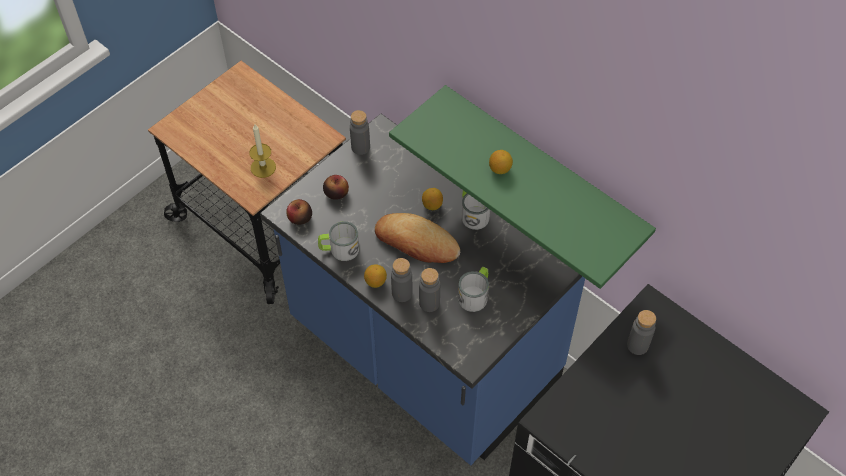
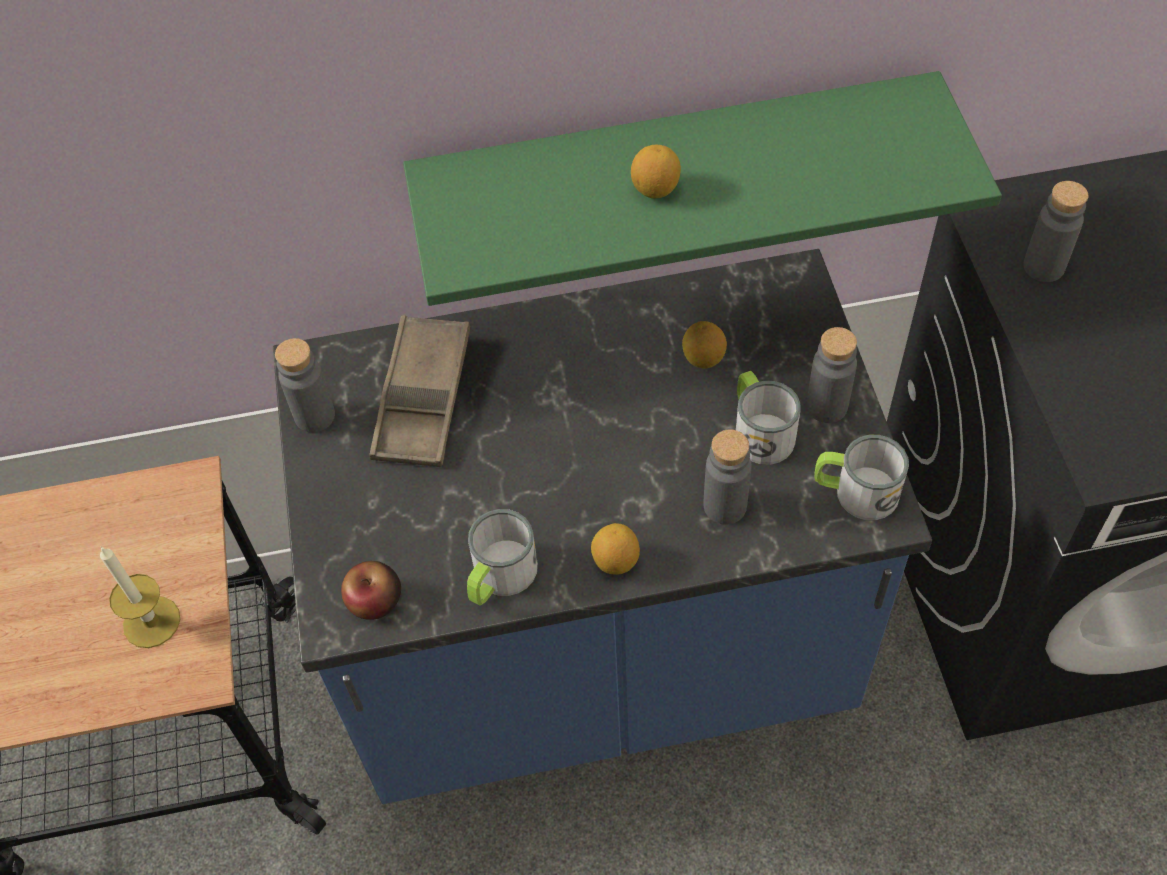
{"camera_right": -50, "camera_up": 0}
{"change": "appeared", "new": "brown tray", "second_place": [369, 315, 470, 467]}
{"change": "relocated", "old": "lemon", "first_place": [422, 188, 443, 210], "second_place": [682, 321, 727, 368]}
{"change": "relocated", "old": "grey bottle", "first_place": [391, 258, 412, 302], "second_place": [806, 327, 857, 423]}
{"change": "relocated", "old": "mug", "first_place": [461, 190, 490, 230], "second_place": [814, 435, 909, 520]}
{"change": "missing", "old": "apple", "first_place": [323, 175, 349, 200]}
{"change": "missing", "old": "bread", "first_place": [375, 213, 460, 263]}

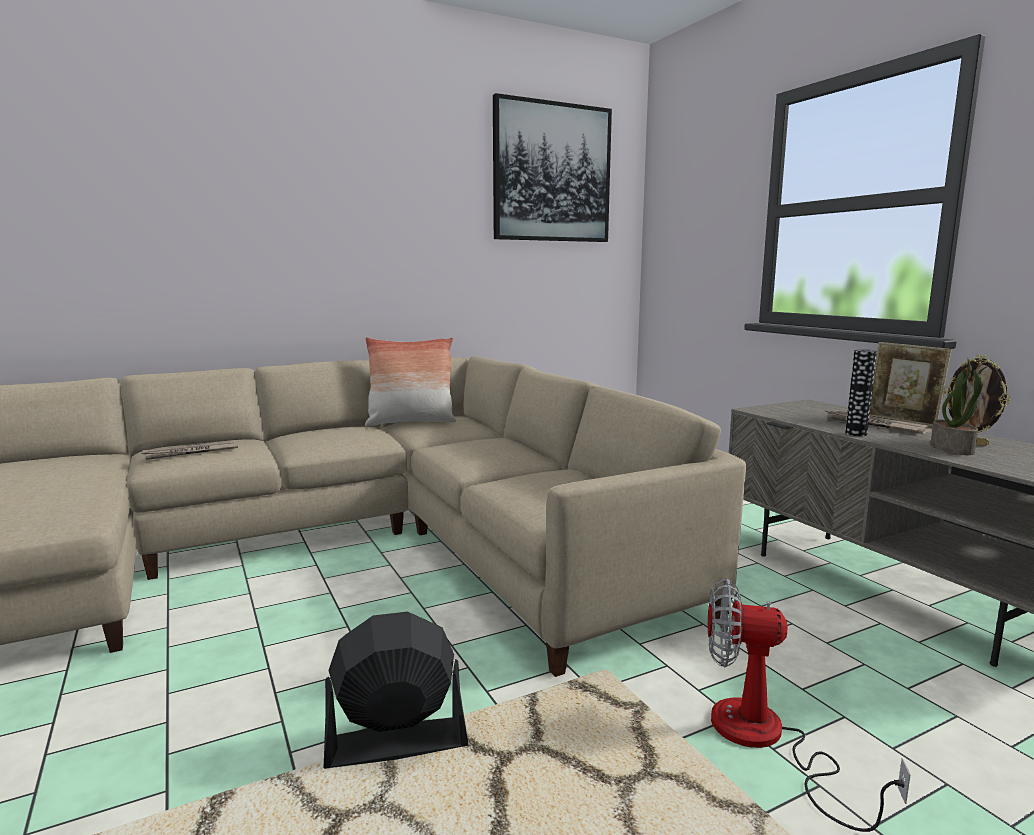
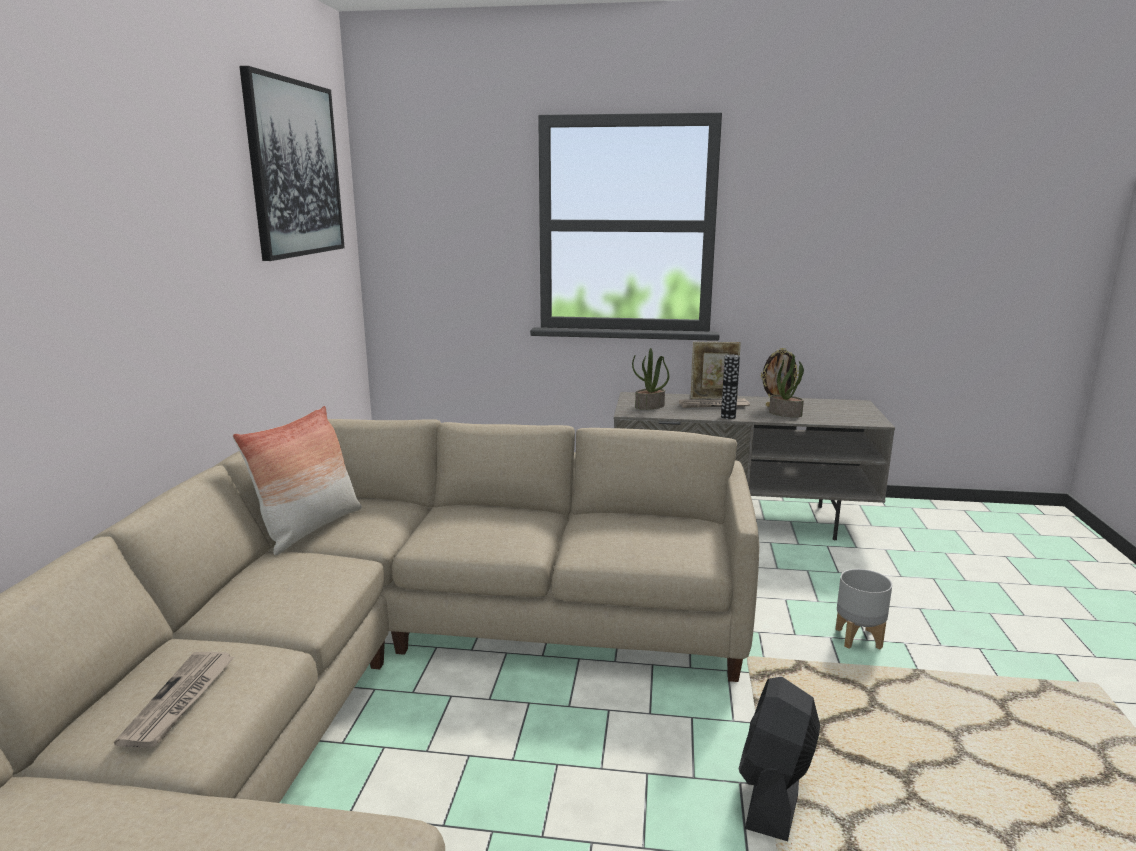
{"camera_right": -55, "camera_up": 5}
{"change": "appeared", "new": "potted plant", "second_place": [632, 348, 669, 410]}
{"change": "exchanged", "old": "fan", "new": "grey planter", "first_place": [708, 578, 910, 832], "second_place": [835, 569, 892, 649]}

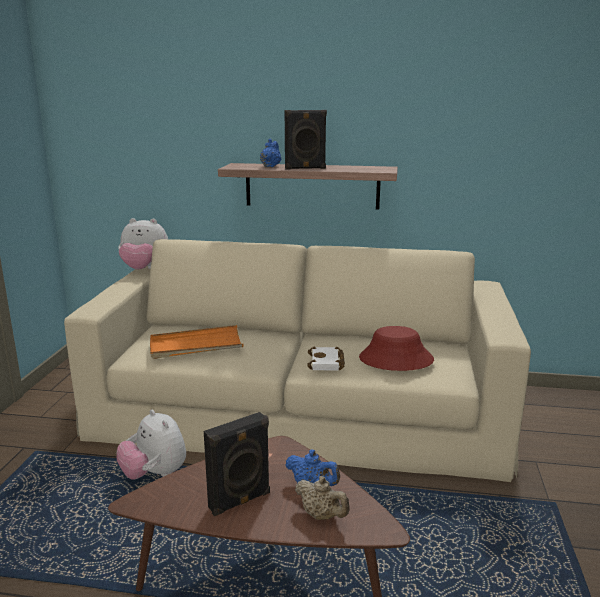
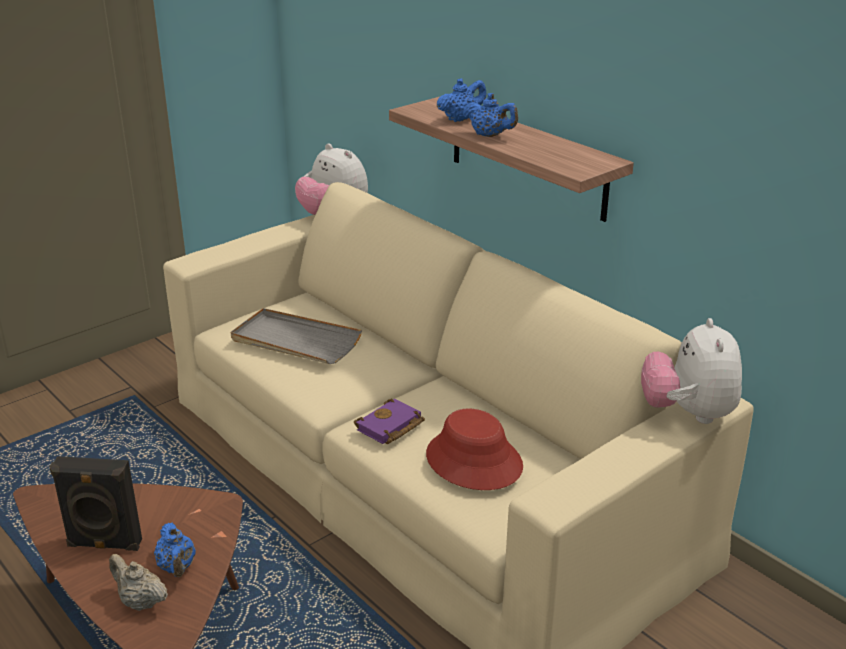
{"camera_right": 40, "camera_up": 10}
{"change": "spun", "old": "beige teapot", "first_place": [295, 476, 350, 520], "second_place": [109, 554, 168, 611], "degrees": 135}
{"change": "colour", "old": "orange tray", "new": "grey tray", "first_place": [150, 325, 243, 359], "second_place": [231, 308, 362, 364]}
{"change": "colour", "old": "white book", "new": "purple book", "first_place": [307, 347, 345, 371], "second_place": [354, 399, 425, 444]}
{"change": "exchanged", "old": "black speaker", "new": "blue teapot", "first_place": [285, 110, 327, 169], "second_place": [463, 93, 518, 137]}
{"change": "relocated", "old": "plush toy", "first_place": [117, 409, 186, 480], "second_place": [641, 318, 742, 424]}

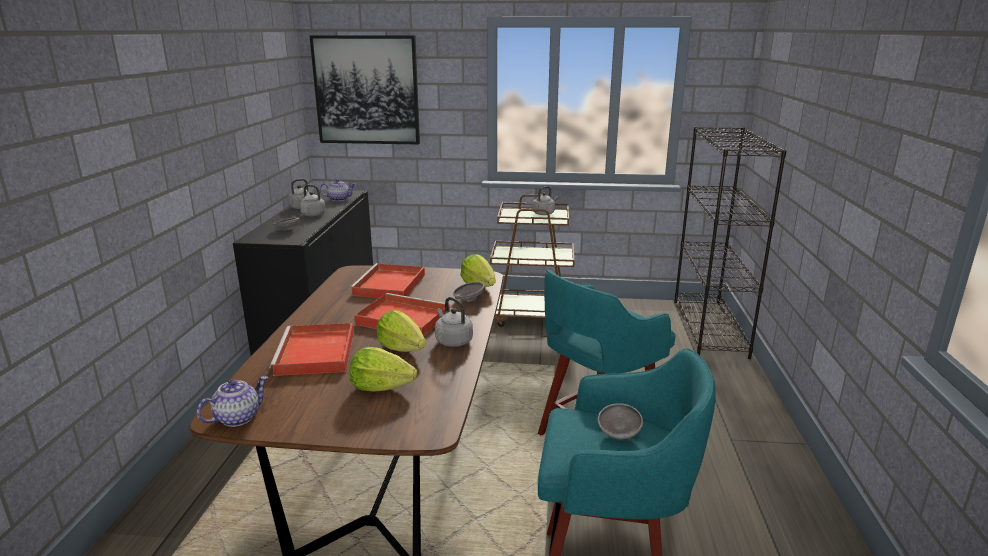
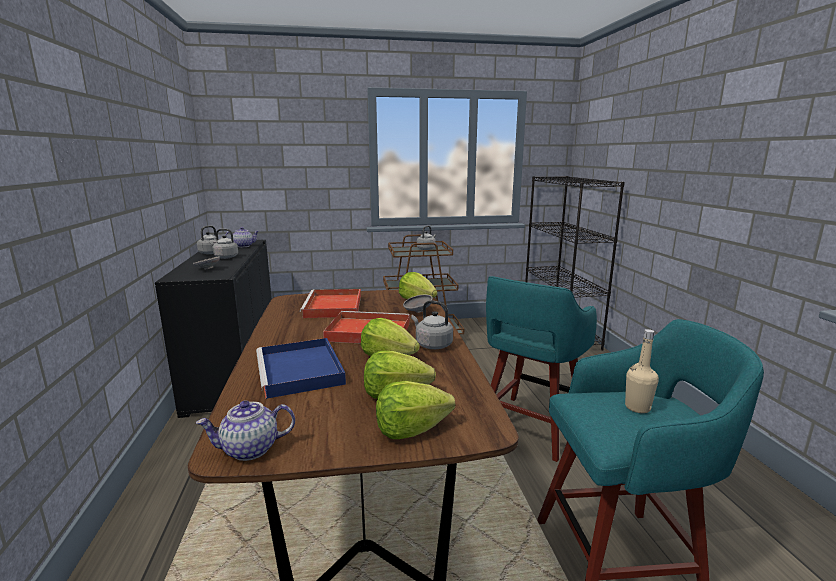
{"camera_right": -15, "camera_up": -5}
{"change": "spun", "old": "teapot", "first_place": [197, 376, 268, 427], "second_place": [196, 400, 295, 461], "degrees": -135}
{"change": "colour", "old": "red tray", "new": "blue tray", "first_place": [269, 323, 354, 376], "second_place": [256, 338, 346, 399]}
{"change": "appeared", "new": "lettuce", "second_place": [376, 381, 455, 439]}
{"change": "exchanged", "old": "grey bowl", "new": "beige bottle", "first_place": [598, 403, 643, 439], "second_place": [625, 329, 659, 413]}
{"change": "missing", "old": "picture", "first_place": [310, 35, 420, 144]}

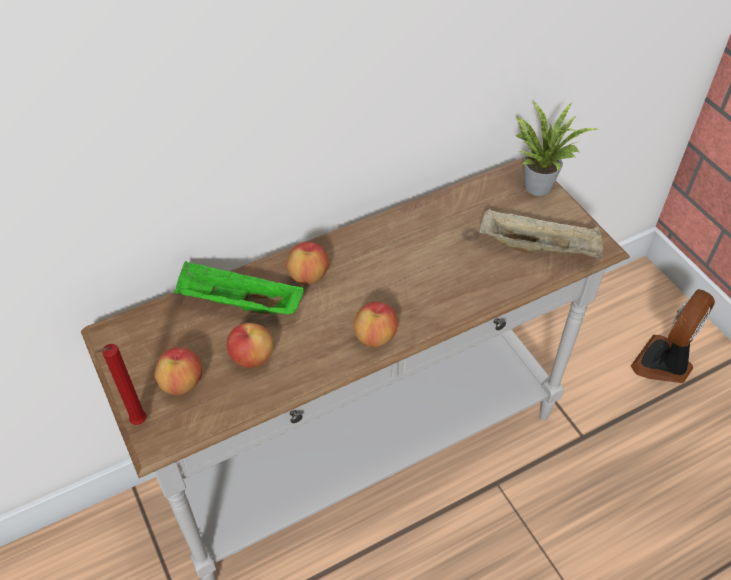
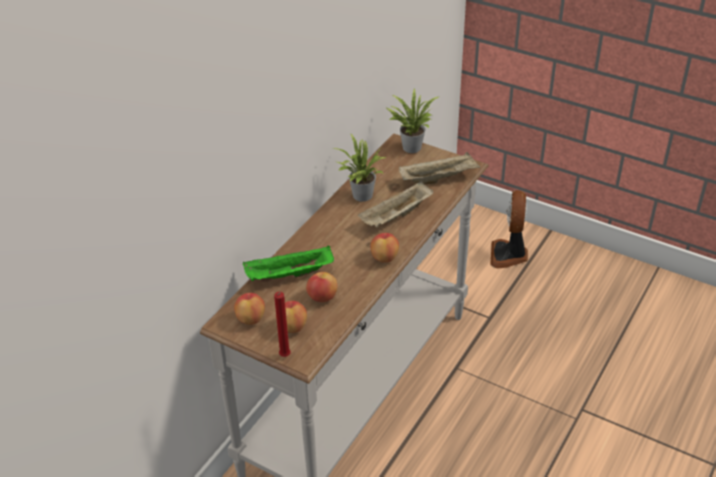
{"camera_right": -30, "camera_up": -10}
{"change": "relocated", "old": "apple", "first_place": [287, 242, 329, 285], "second_place": [234, 293, 265, 325]}
{"change": "appeared", "new": "potted plant", "second_place": [333, 133, 386, 202]}
{"change": "appeared", "new": "beige tray", "second_place": [358, 181, 433, 228]}

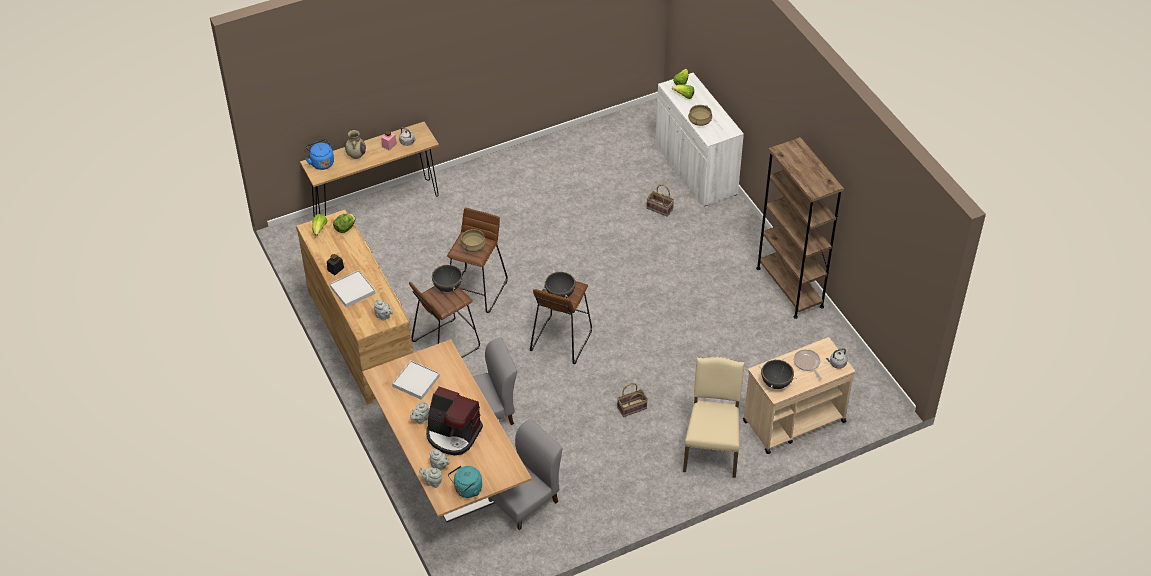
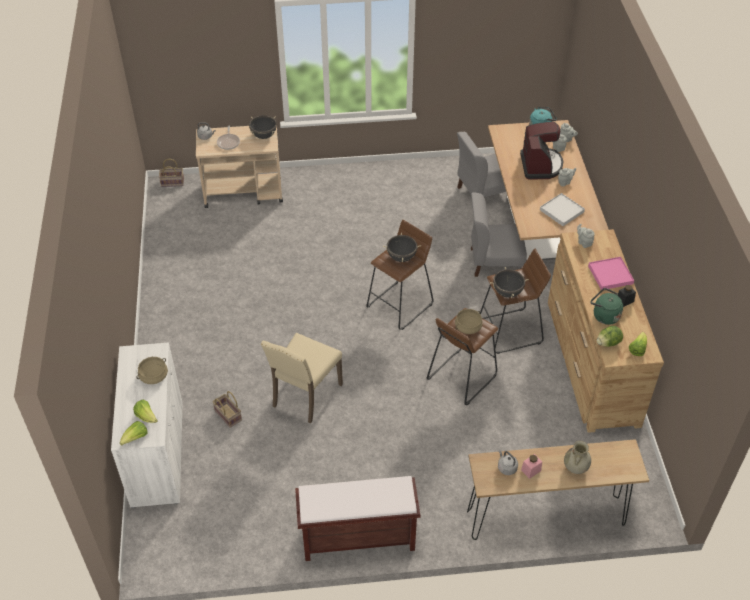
{"camera_right": -160, "camera_up": 0}
{"change": "relocated", "old": "basket", "first_place": [617, 383, 648, 417], "second_place": [159, 159, 184, 187]}
{"change": "relocated", "old": "beige chair", "first_place": [683, 357, 744, 478], "second_place": [261, 333, 343, 423]}
{"change": "appeared", "new": "brown bench", "second_place": [295, 476, 421, 561]}
{"change": "spun", "old": "coffee machine", "first_place": [426, 387, 483, 455], "second_place": [520, 121, 564, 180], "degrees": 45}
{"change": "colour", "old": "white tray", "new": "pink tray", "first_place": [330, 270, 375, 307], "second_place": [588, 257, 635, 290]}
{"change": "appeared", "new": "green kettle", "second_place": [591, 288, 623, 325]}
{"change": "missing", "old": "blue kettle", "first_place": [305, 139, 334, 170]}
{"change": "missing", "old": "brown bookcase", "first_place": [756, 137, 844, 319]}

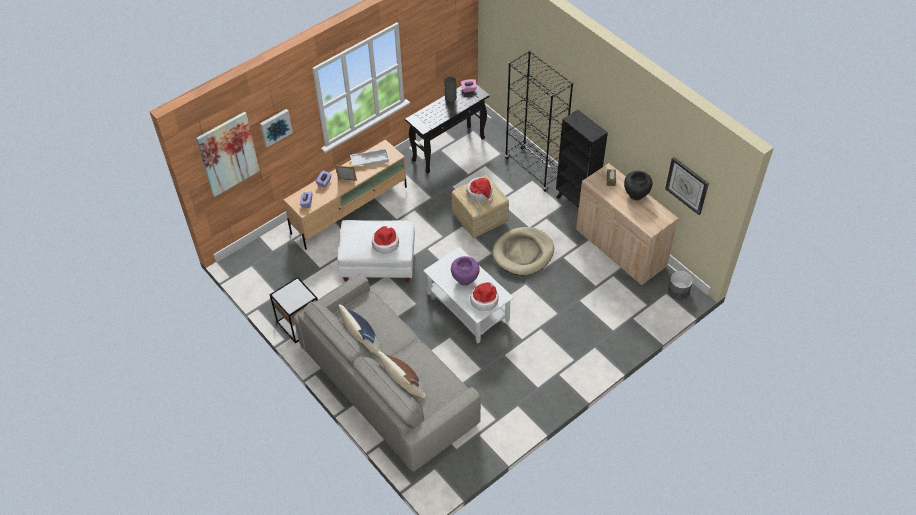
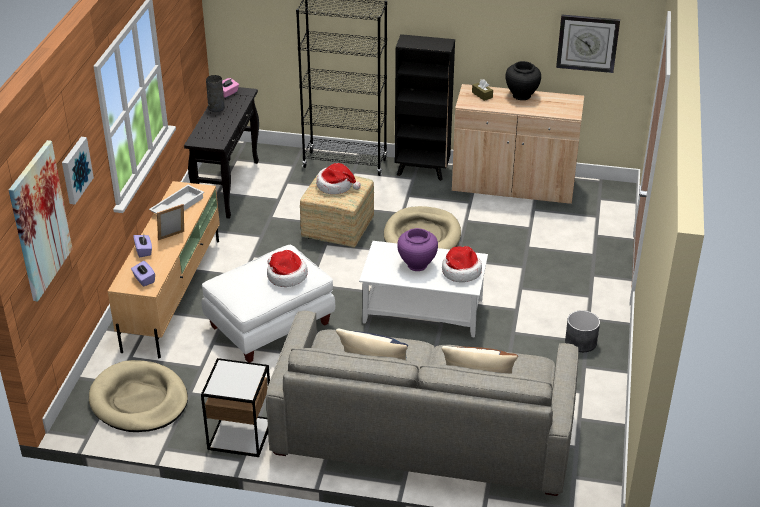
{"camera_right": -40, "camera_up": -15}
{"change": "appeared", "new": "beige dog bed", "second_place": [89, 360, 188, 432]}
{"change": "relocated", "old": "grey planter", "first_place": [668, 271, 693, 299], "second_place": [565, 310, 600, 352]}

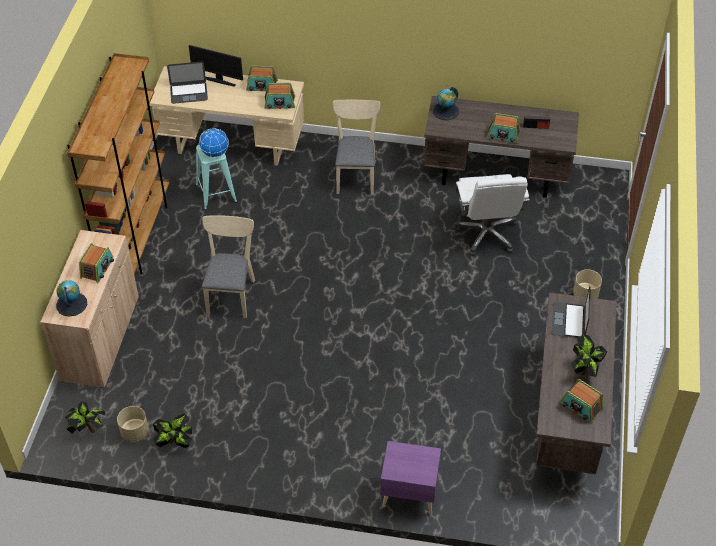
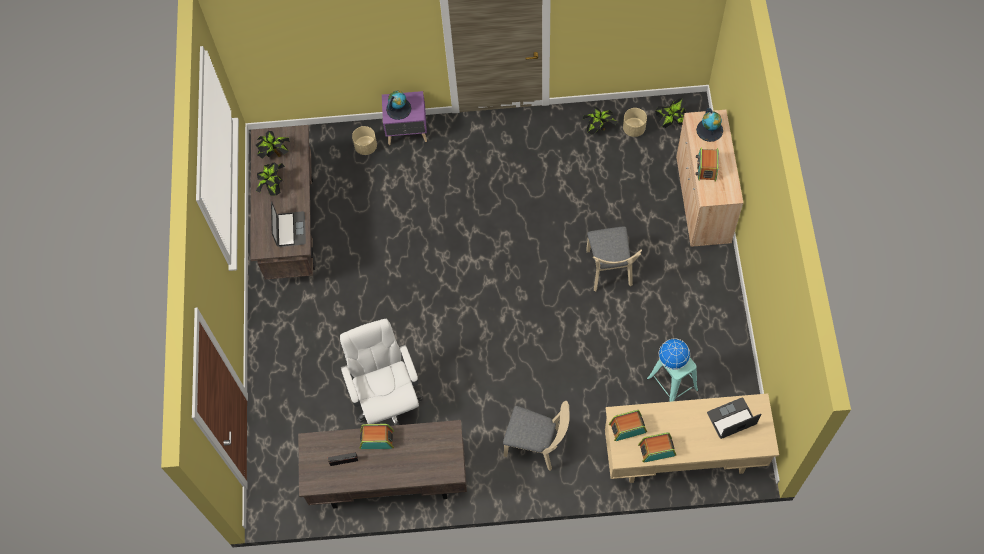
{"camera_right": 170, "camera_up": 15}
{"change": "exchanged", "old": "radio", "new": "potted plant", "first_place": [560, 379, 604, 423], "second_place": [256, 131, 290, 159]}
{"change": "relocated", "old": "beige planter", "first_place": [573, 269, 602, 299], "second_place": [352, 126, 377, 155]}
{"change": "relocated", "old": "globe", "first_place": [433, 87, 459, 120], "second_place": [386, 91, 411, 120]}
{"change": "spun", "old": "beige chair", "first_place": [333, 100, 380, 195], "second_place": [503, 401, 570, 471], "degrees": -60}
{"change": "missing", "old": "brown bookcase", "first_place": [67, 53, 170, 274]}
{"change": "missing", "old": "monitor", "first_place": [189, 45, 243, 87]}

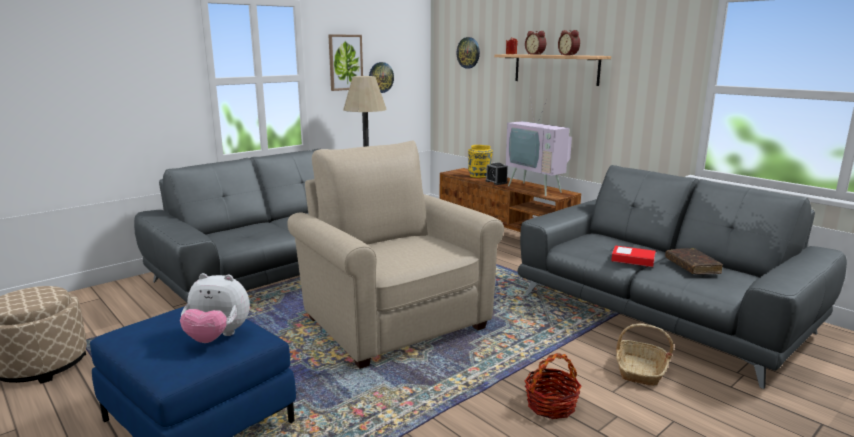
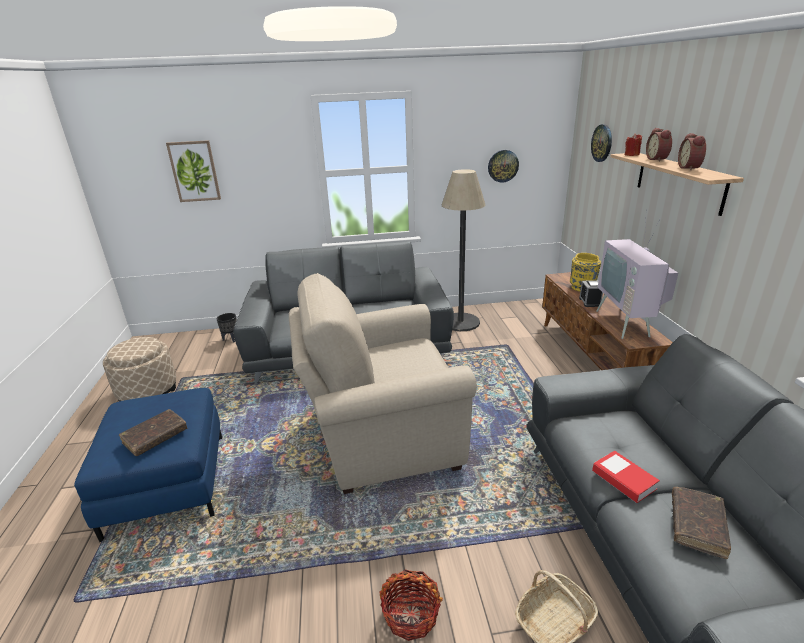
{"camera_right": 35, "camera_up": 10}
{"change": "exchanged", "old": "plush toy", "new": "brown book", "first_place": [180, 273, 250, 343], "second_place": [119, 409, 187, 456]}
{"change": "relocated", "old": "picture", "first_place": [328, 34, 363, 91], "second_place": [166, 140, 221, 202]}
{"change": "appeared", "new": "black planter", "second_place": [217, 313, 237, 343]}
{"change": "spun", "old": "beige armchair", "first_place": [287, 140, 504, 369], "second_place": [289, 273, 477, 494], "degrees": -105}

